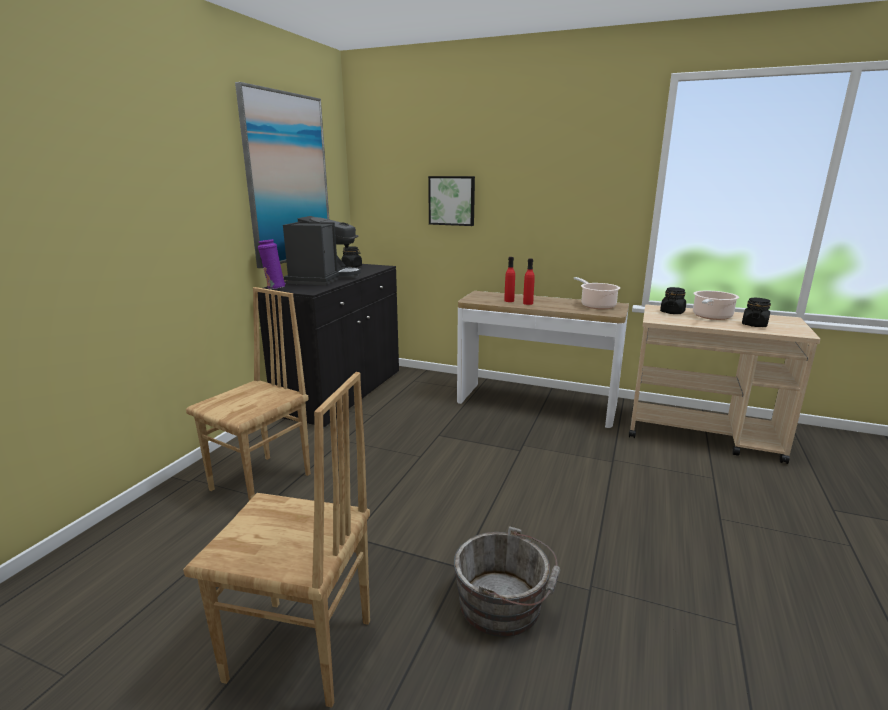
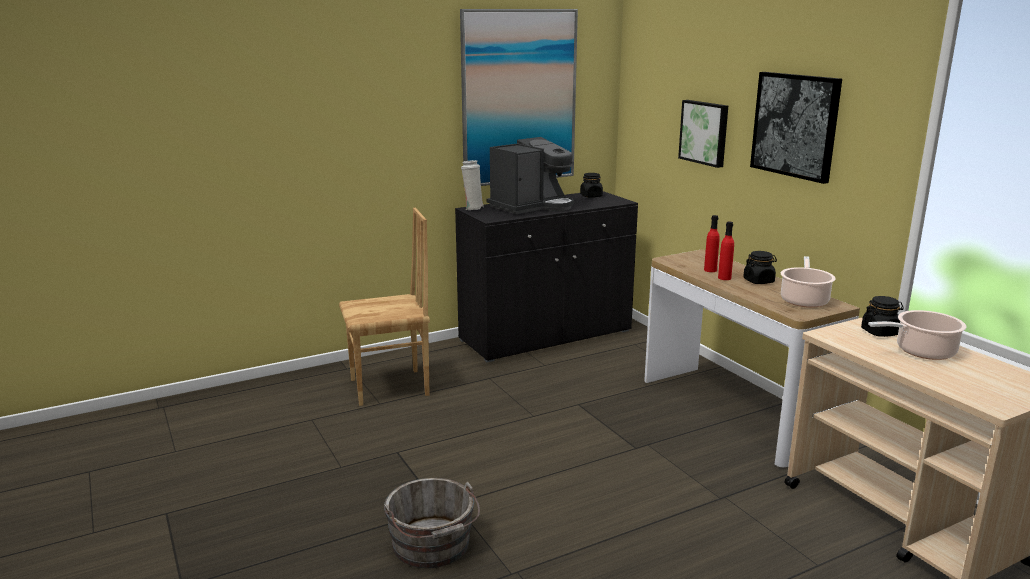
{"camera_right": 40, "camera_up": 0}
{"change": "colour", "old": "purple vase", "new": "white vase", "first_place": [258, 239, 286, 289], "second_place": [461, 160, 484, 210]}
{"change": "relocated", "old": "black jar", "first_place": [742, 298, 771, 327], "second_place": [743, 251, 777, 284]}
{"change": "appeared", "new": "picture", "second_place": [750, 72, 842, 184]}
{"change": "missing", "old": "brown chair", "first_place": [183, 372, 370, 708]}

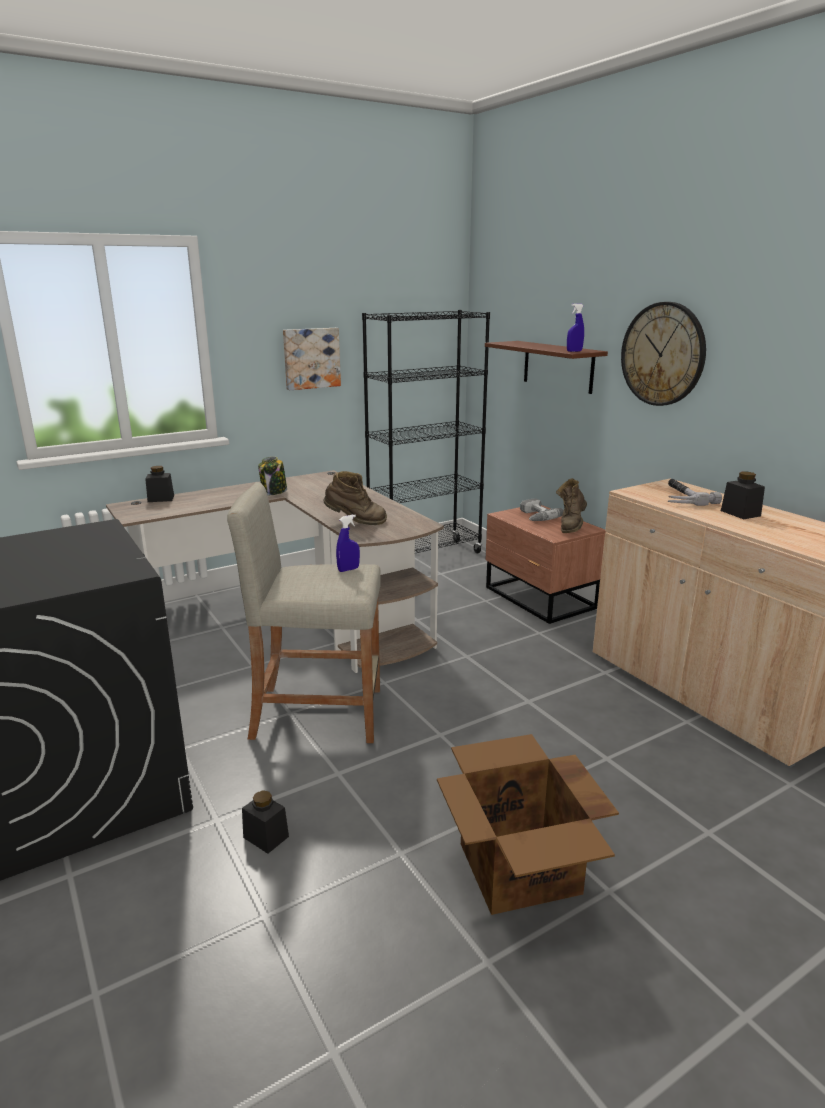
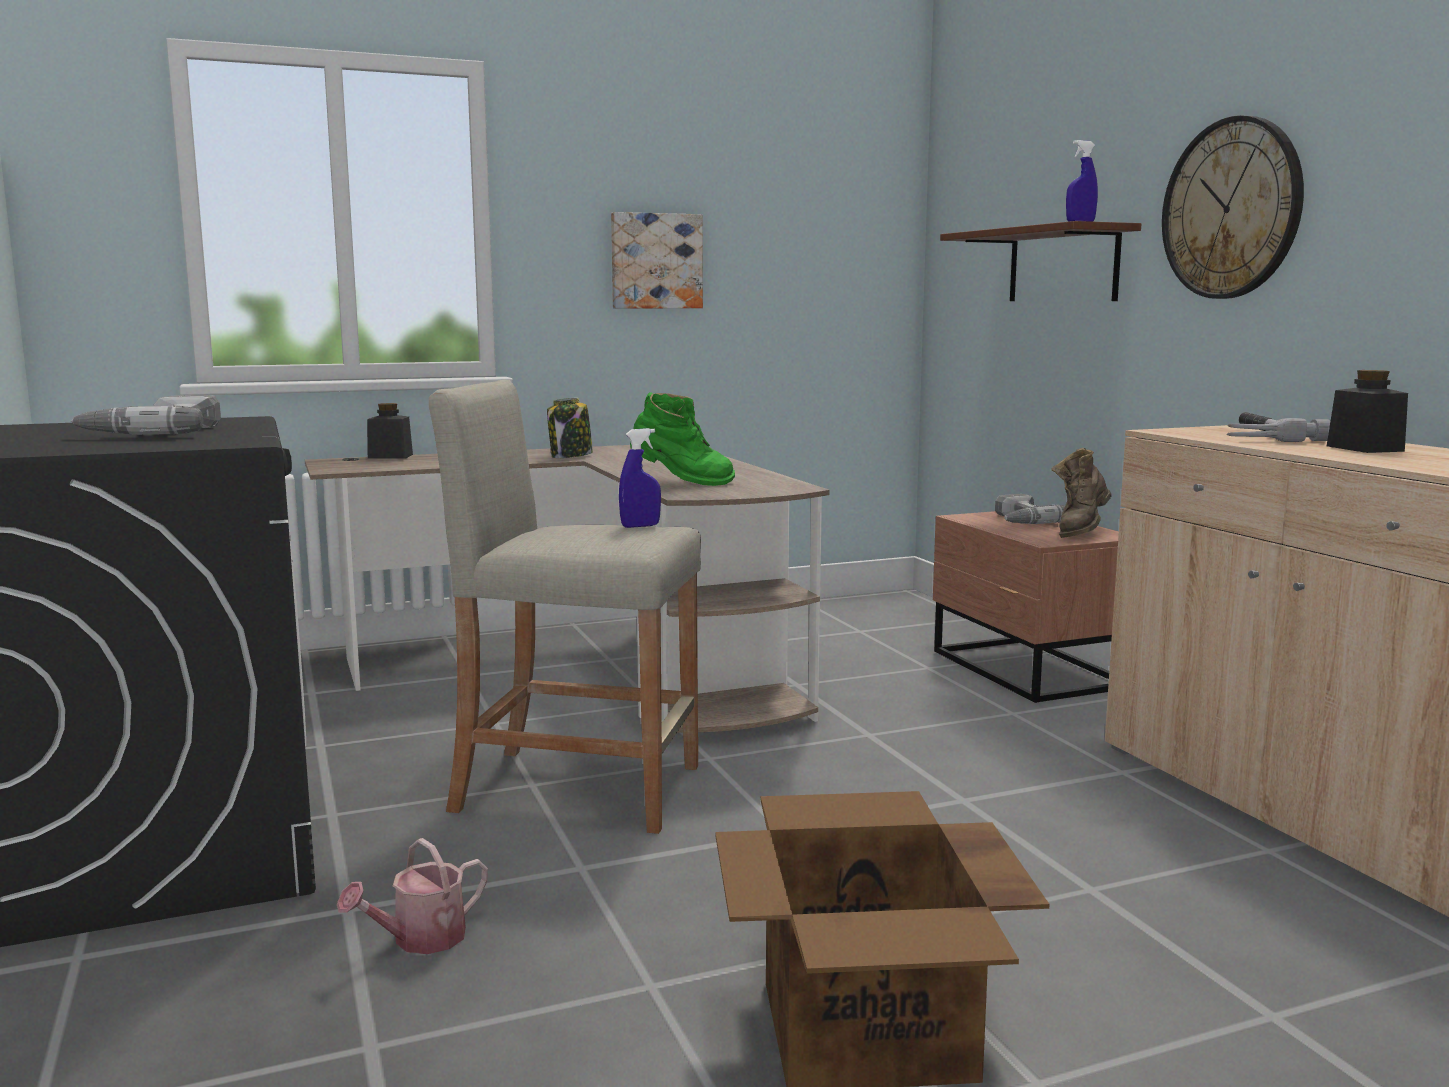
{"camera_right": 10, "camera_up": -10}
{"change": "appeared", "new": "power drill", "second_place": [71, 395, 221, 435]}
{"change": "exchanged", "old": "black jar", "new": "watering can", "first_place": [242, 790, 289, 854], "second_place": [337, 838, 488, 954]}
{"change": "colour", "old": "brown boot", "new": "green boot", "first_place": [323, 471, 387, 525], "second_place": [630, 392, 735, 486]}
{"change": "missing", "old": "black bookcase", "first_place": [362, 310, 490, 553]}

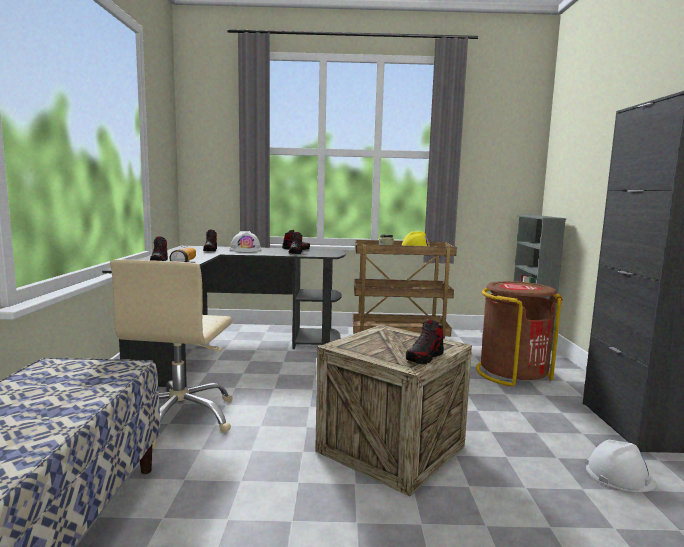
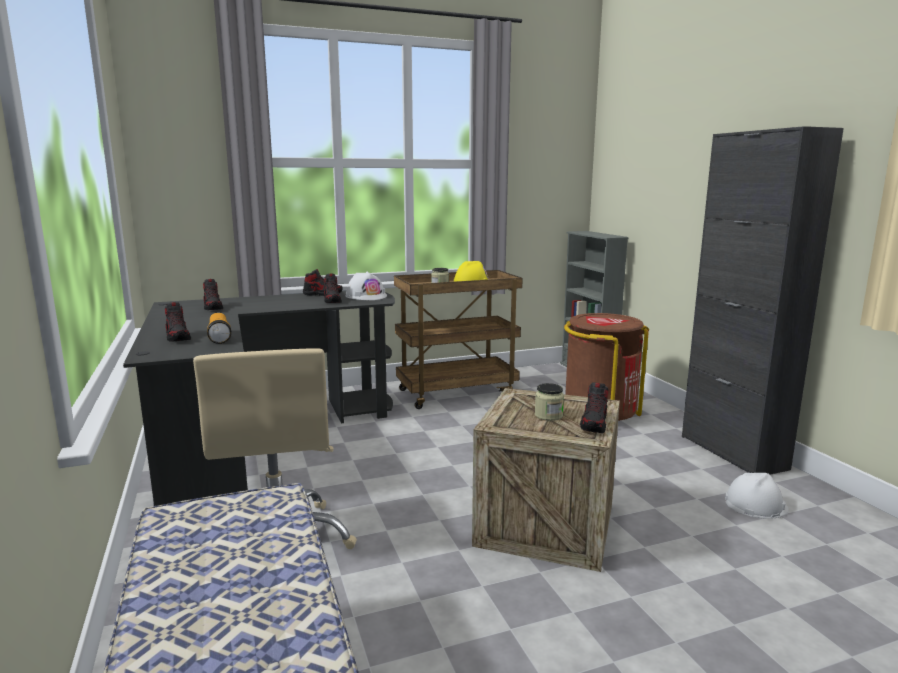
{"camera_right": -20, "camera_up": 5}
{"change": "relocated", "old": "white hard hat", "first_place": [230, 231, 262, 252], "second_place": [346, 272, 387, 300]}
{"change": "appeared", "new": "jar", "second_place": [535, 383, 564, 421]}

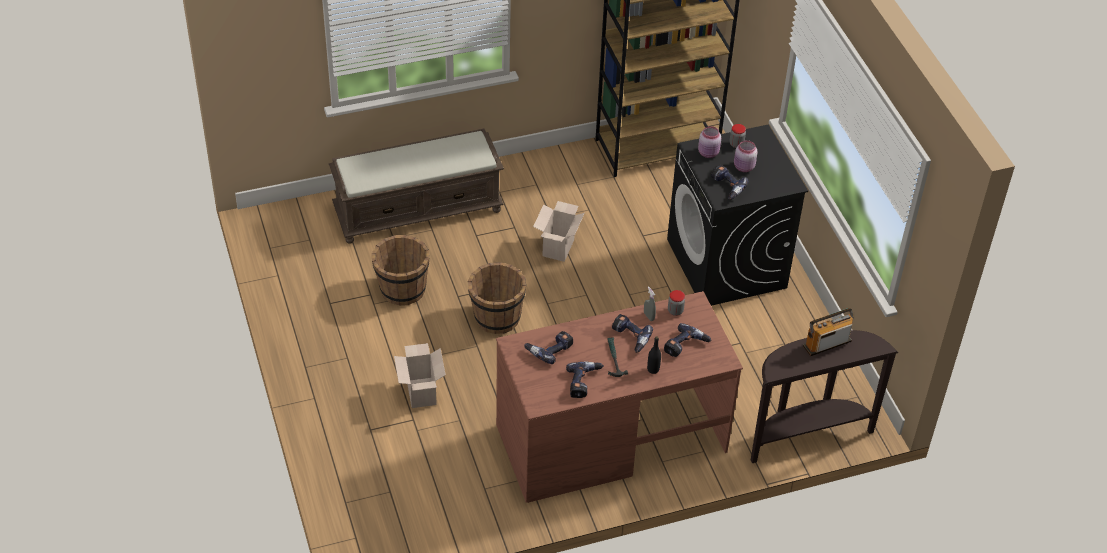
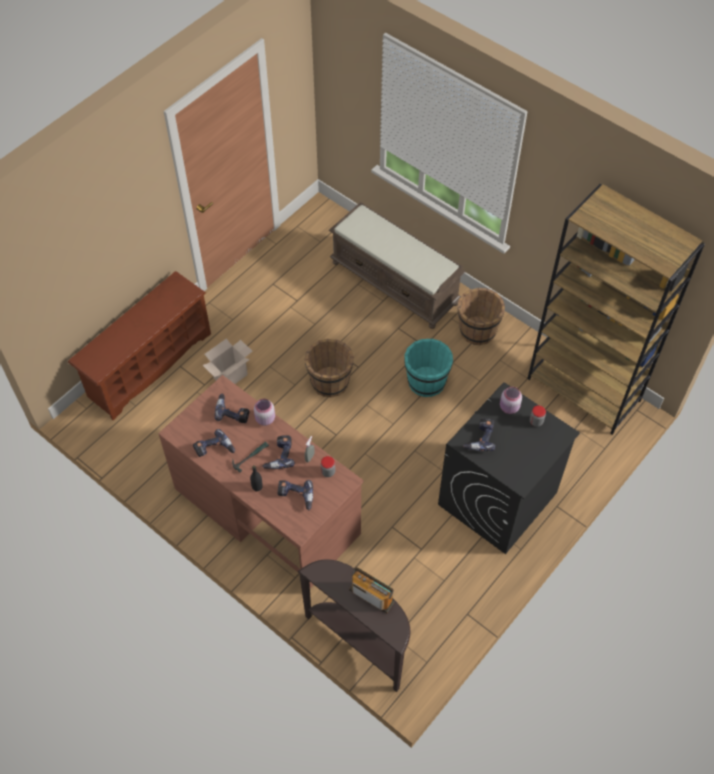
{"camera_right": 60, "camera_up": 10}
{"change": "appeared", "new": "brown shoe rack", "second_place": [68, 271, 211, 420]}
{"change": "relocated", "old": "pink jar", "first_place": [734, 140, 758, 172], "second_place": [254, 399, 275, 426]}
{"change": "exchanged", "old": "cardboard box", "new": "turquoise bucket", "first_place": [533, 201, 585, 262], "second_place": [404, 339, 453, 397]}
{"change": "relocated", "old": "brown bucket", "first_place": [372, 235, 429, 306], "second_place": [458, 288, 505, 345]}

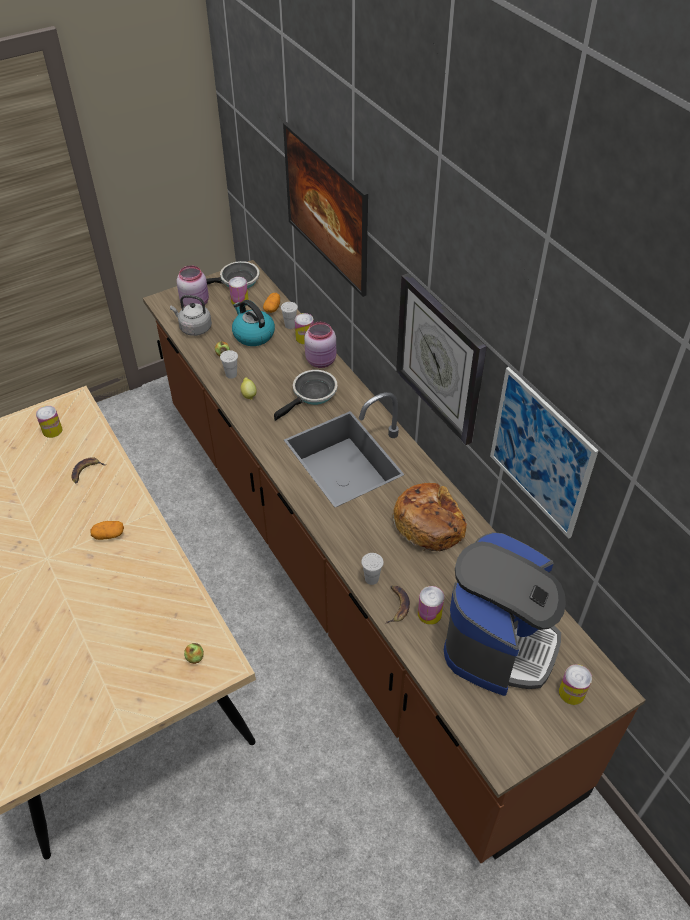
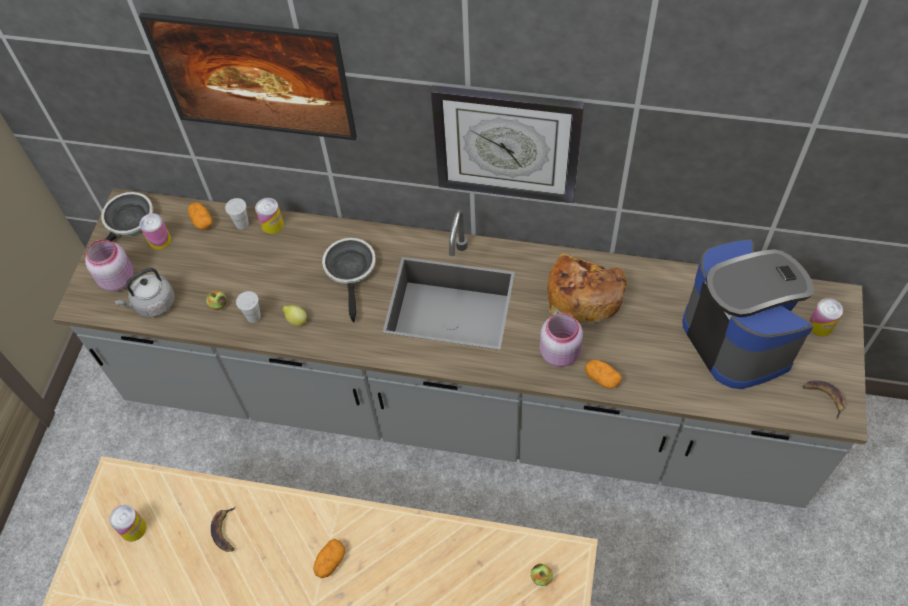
{"camera_right": -45, "camera_up": 10}
{"change": "colour", "old": "brown counter", "new": "grey counter", "first_place": [143, 260, 645, 863], "second_place": [53, 188, 867, 508]}
{"change": "relocated", "old": "pink jar", "first_place": [304, 322, 336, 368], "second_place": [540, 313, 583, 367]}
{"change": "exchanged", "old": "white cup", "new": "potato", "first_place": [361, 553, 384, 585], "second_place": [585, 360, 622, 389]}
{"change": "relocated", "old": "banana", "first_place": [386, 586, 410, 624], "second_place": [803, 380, 846, 420]}
{"change": "missing", "old": "kettle", "first_place": [232, 300, 275, 346]}
{"change": "missing", "old": "can", "first_place": [418, 586, 444, 625]}
{"change": "missing", "old": "picture", "first_place": [490, 367, 598, 539]}

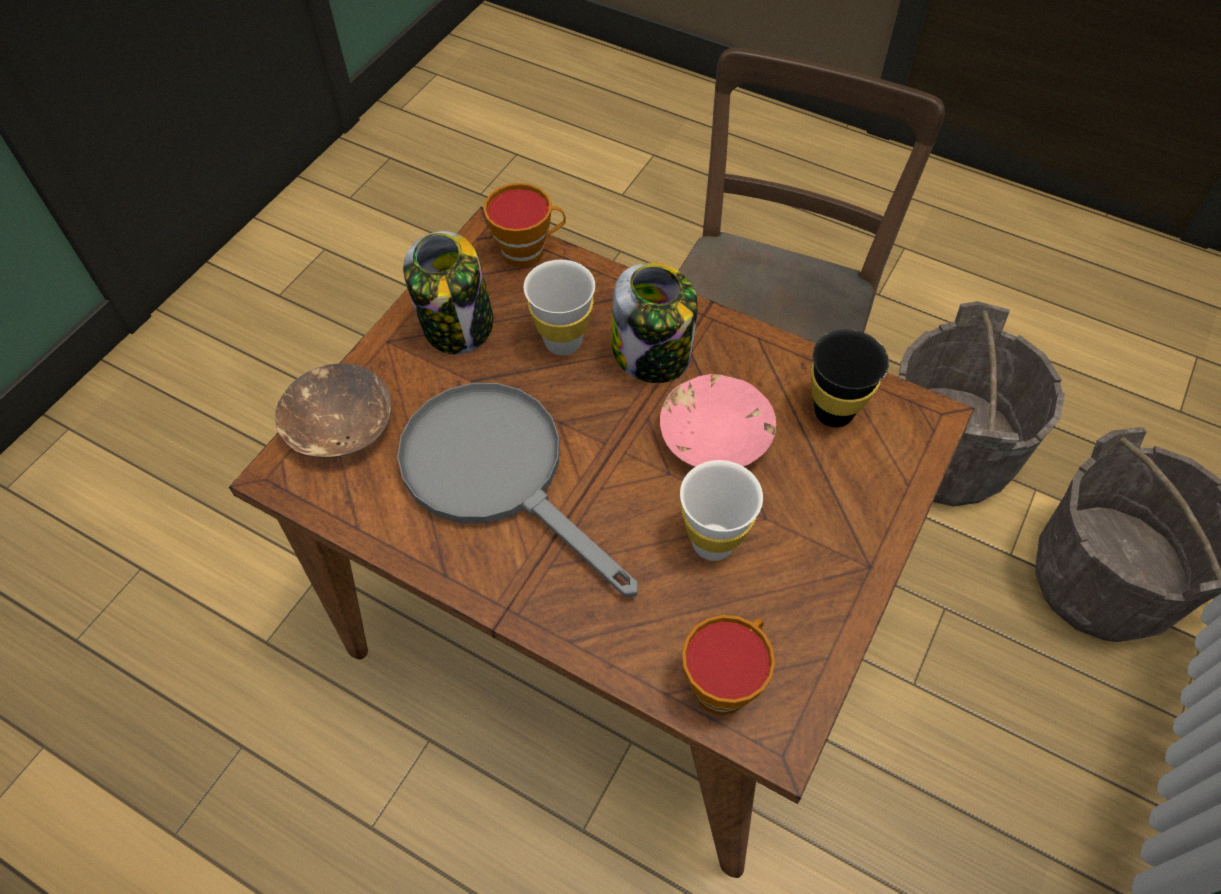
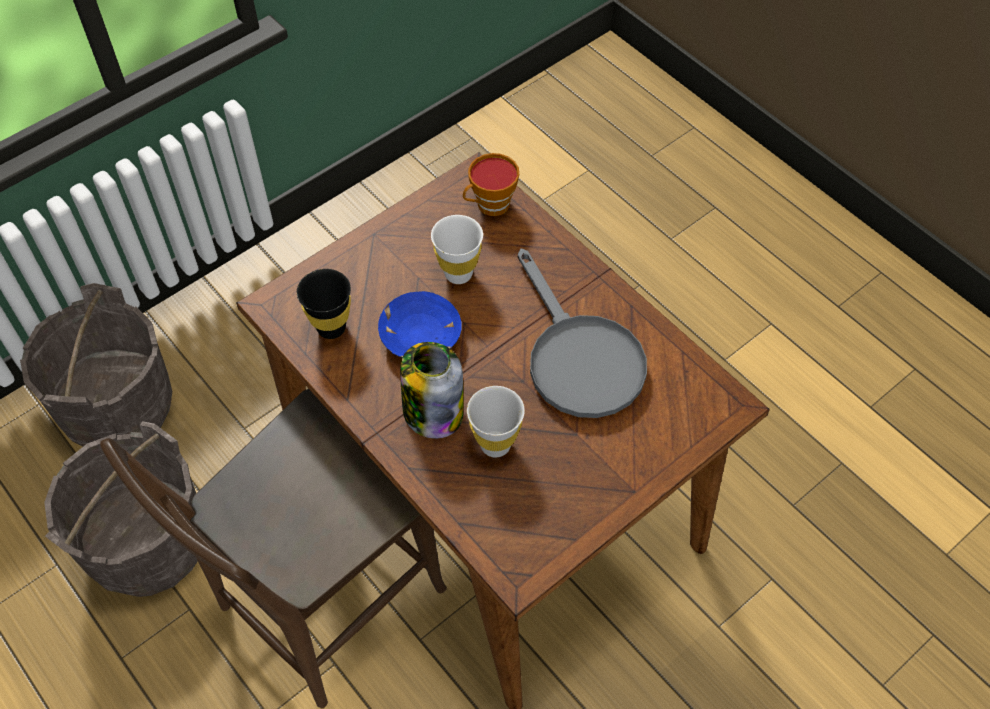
{"camera_right": -160, "camera_up": 0}
{"change": "colour", "old": "pink bowl", "new": "blue bowl", "first_place": [660, 374, 776, 467], "second_place": [378, 291, 462, 358]}
{"change": "missing", "old": "brown bowl", "first_place": [275, 363, 392, 458]}
{"change": "missing", "old": "jar", "first_place": [403, 231, 493, 354]}
{"change": "missing", "old": "cup", "first_place": [483, 183, 566, 268]}

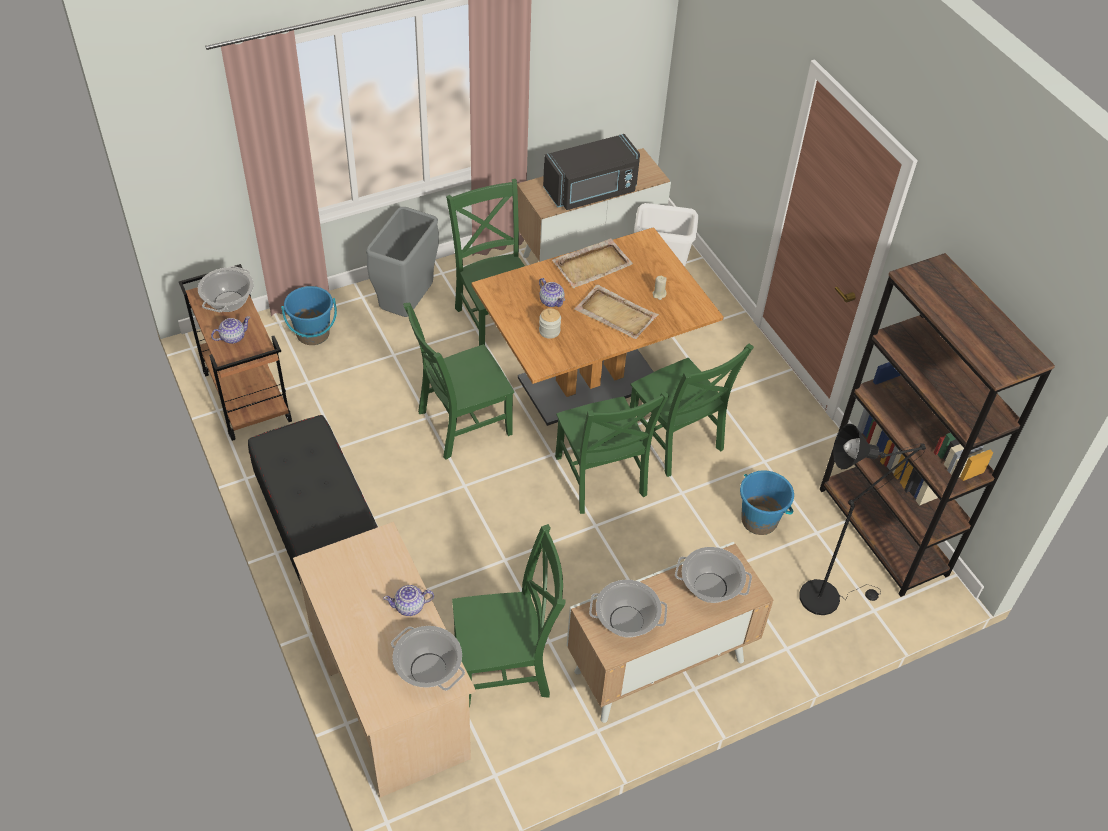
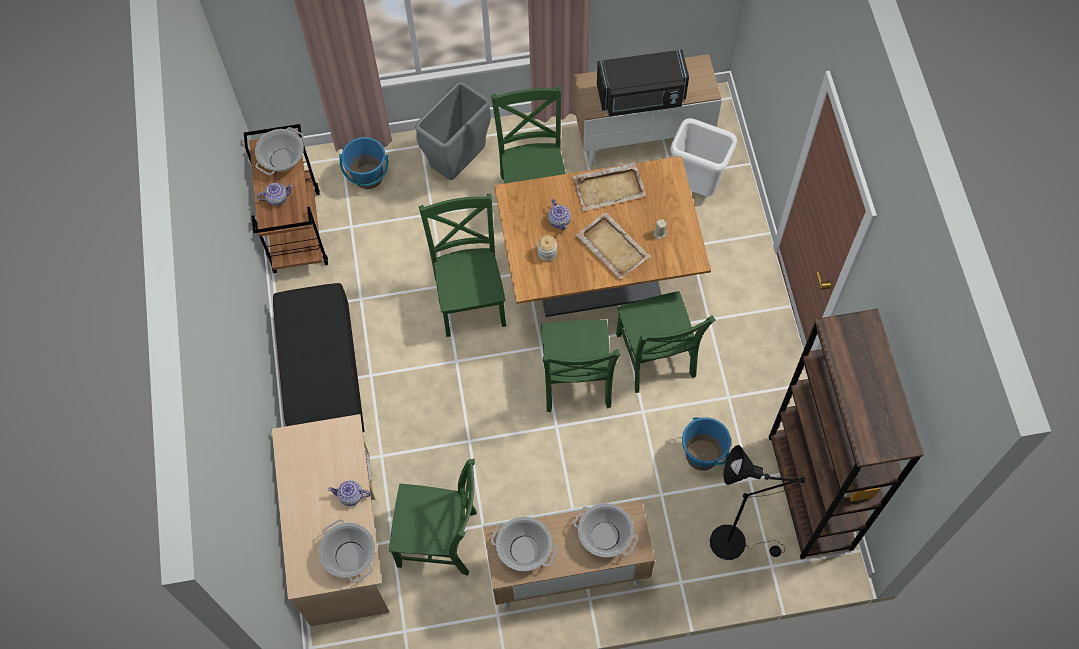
{"camera_right": 20, "camera_up": 15}
{"change": "spun", "old": "green chair", "first_place": [403, 303, 514, 460], "second_place": [419, 194, 506, 337], "degrees": 90}

